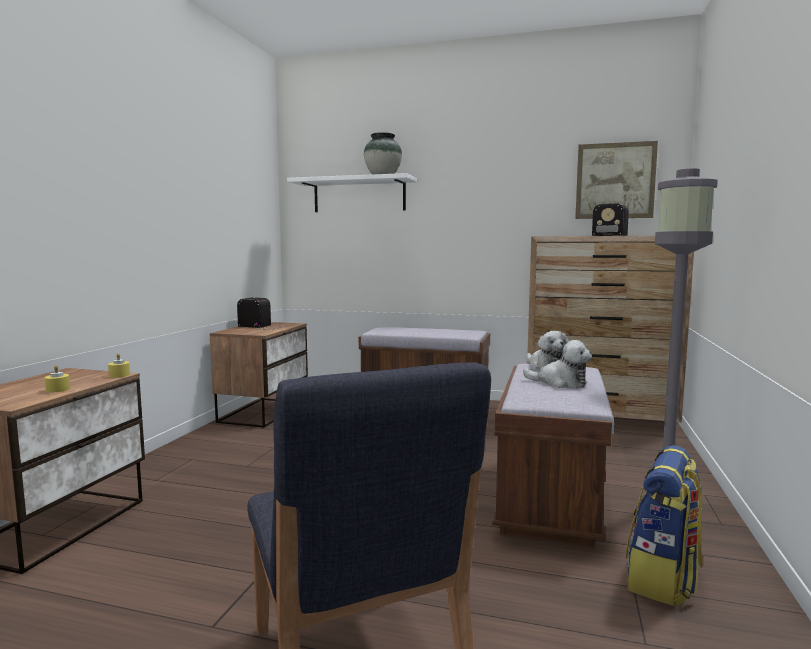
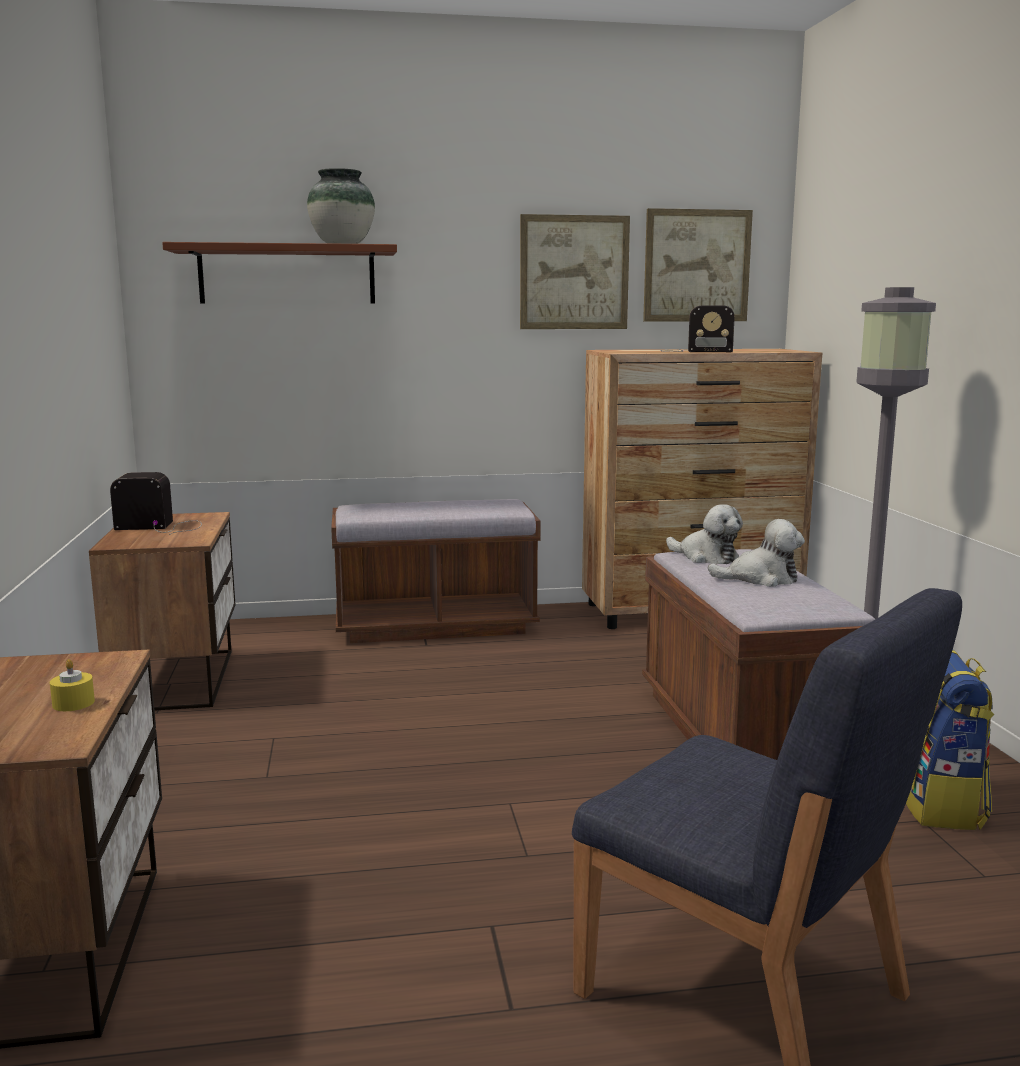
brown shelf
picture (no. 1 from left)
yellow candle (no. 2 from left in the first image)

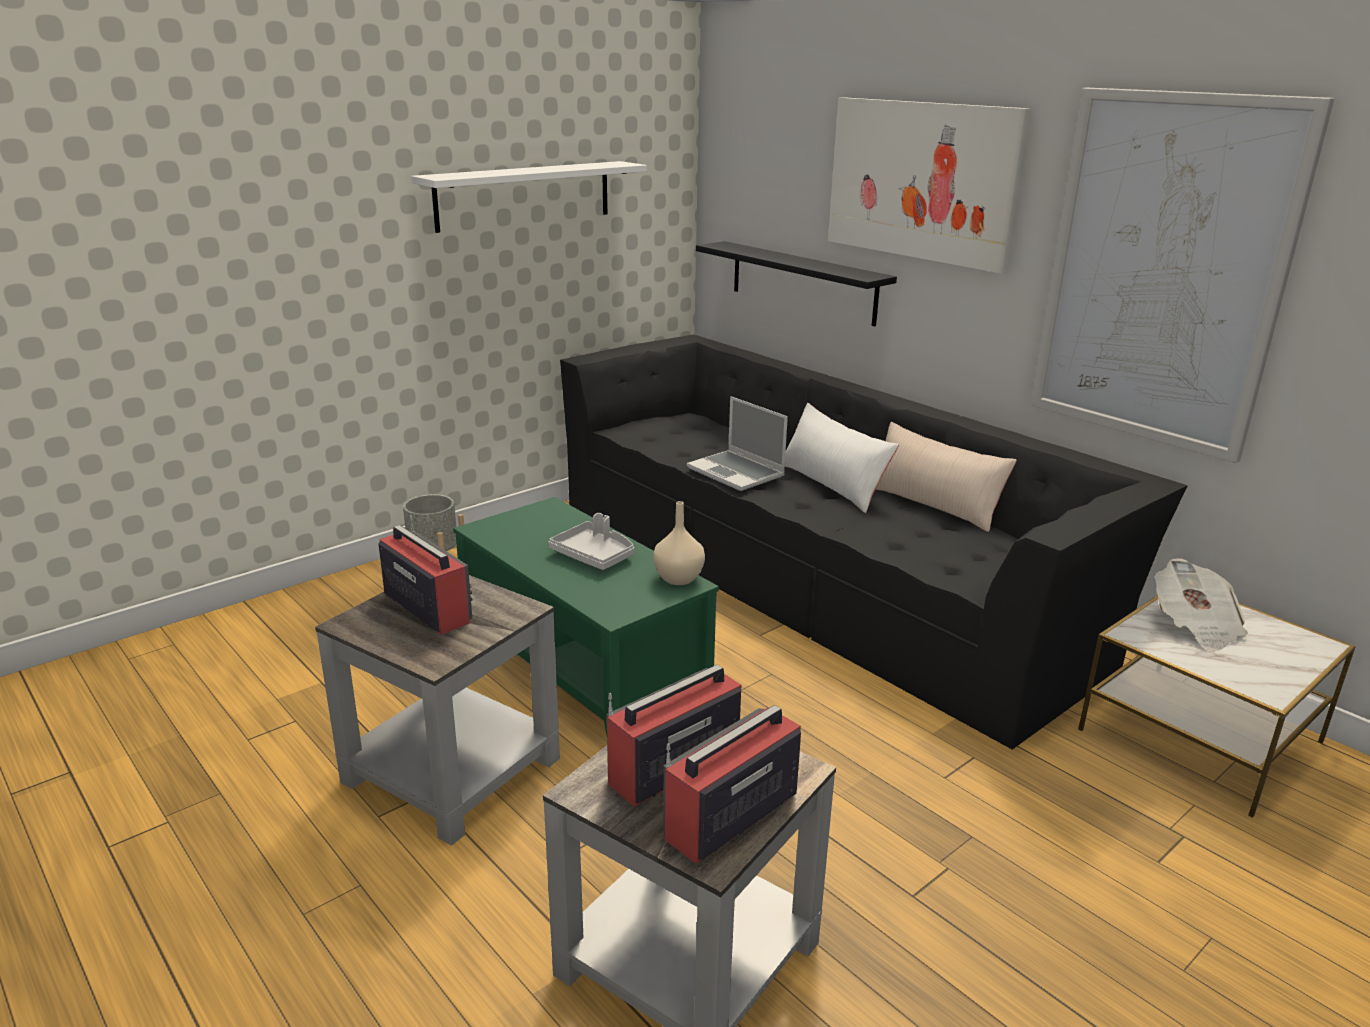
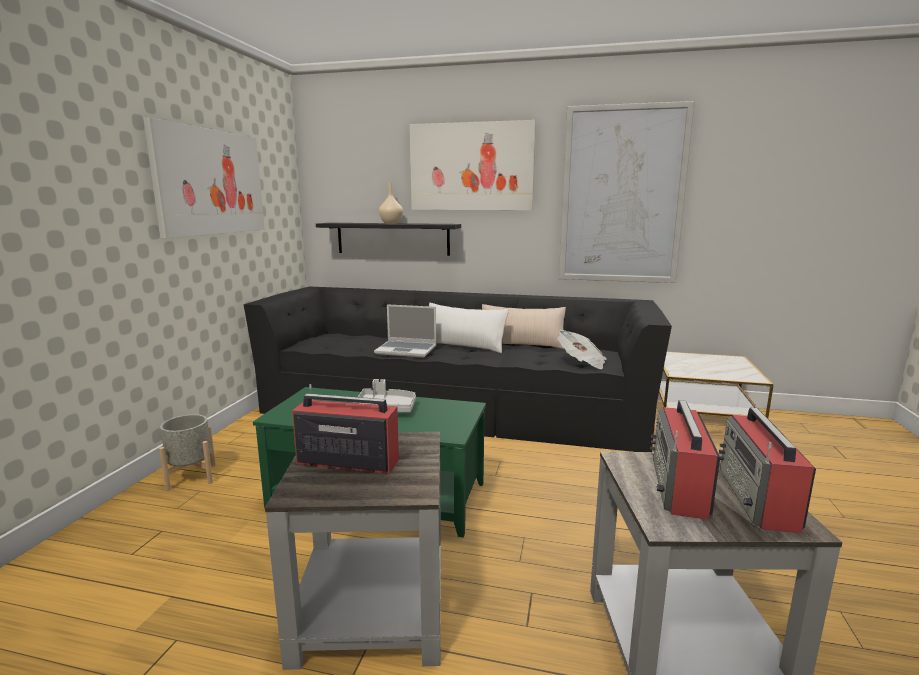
picture (no. 1 from left)
beige vase
newspaper

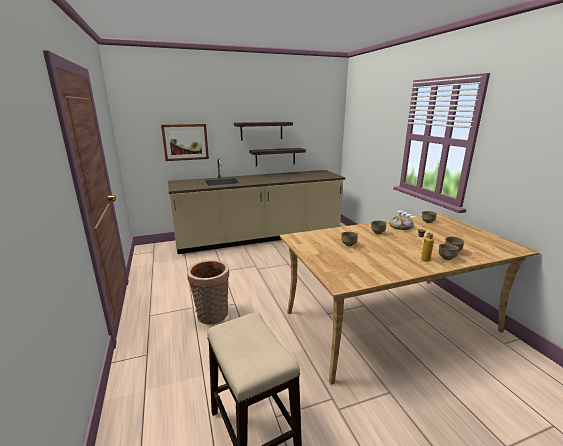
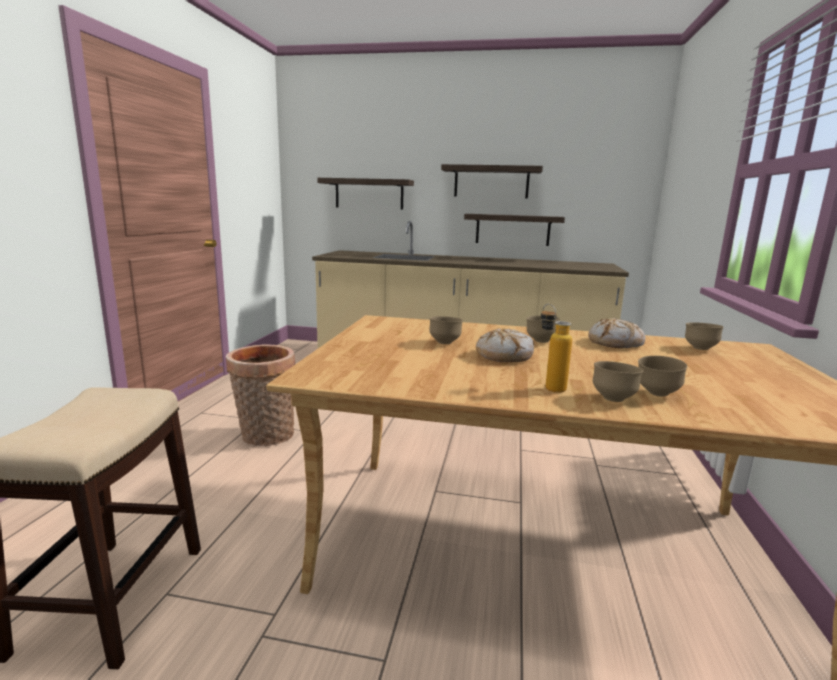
shelf (no. 1 from left)
bread (no. 1 from left)

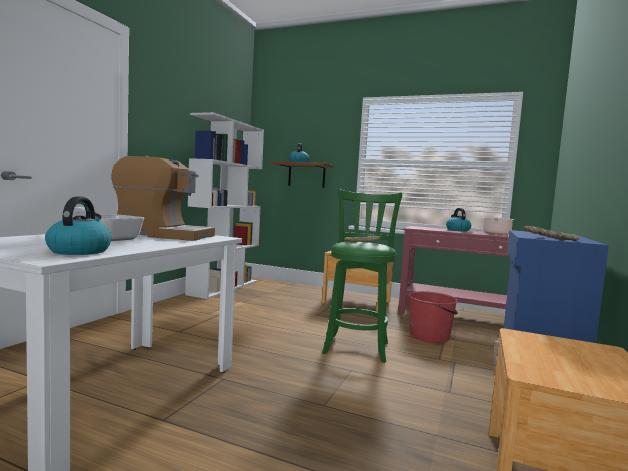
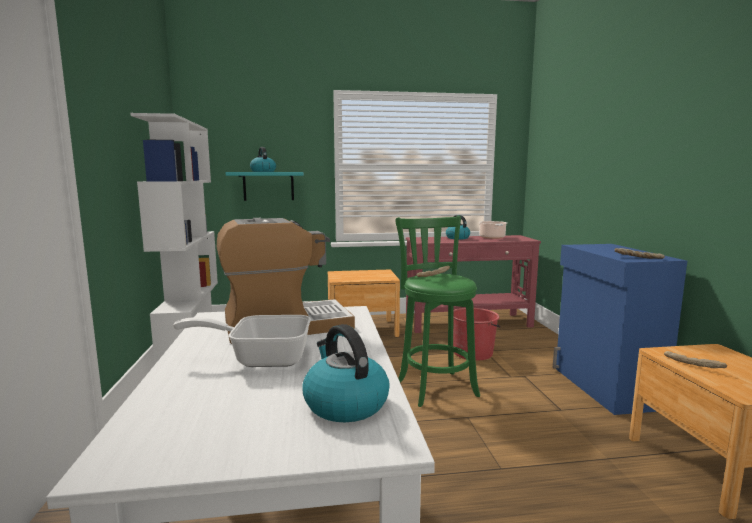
turquoise shelf
bread (no. 3 from left)

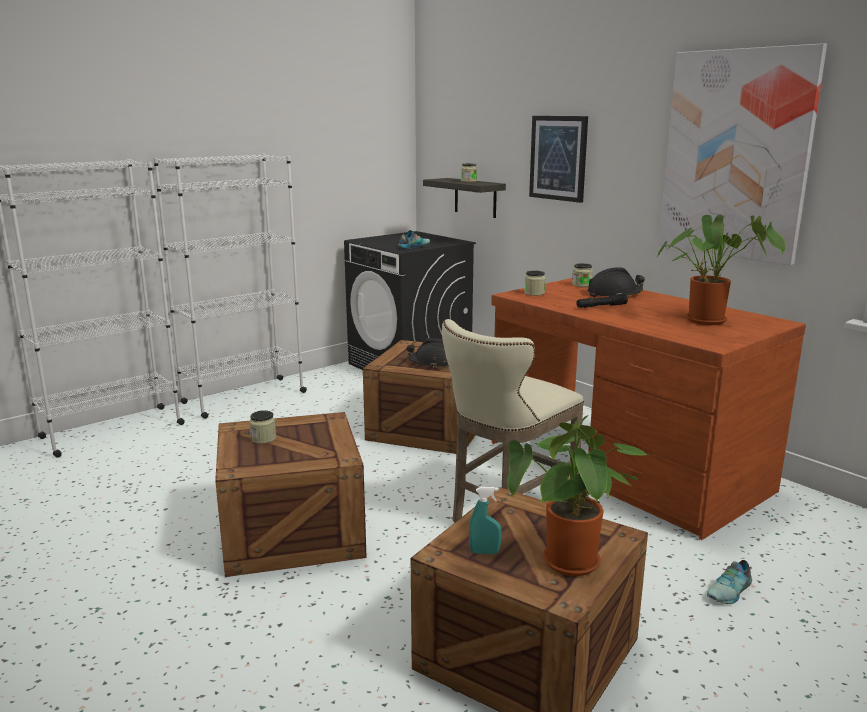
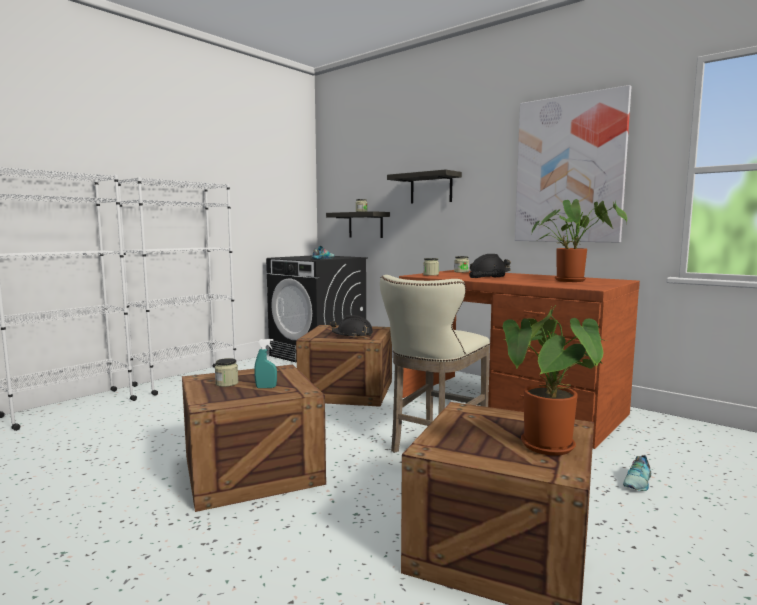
turquoise spray bottle
shelf (no. 2 from left)

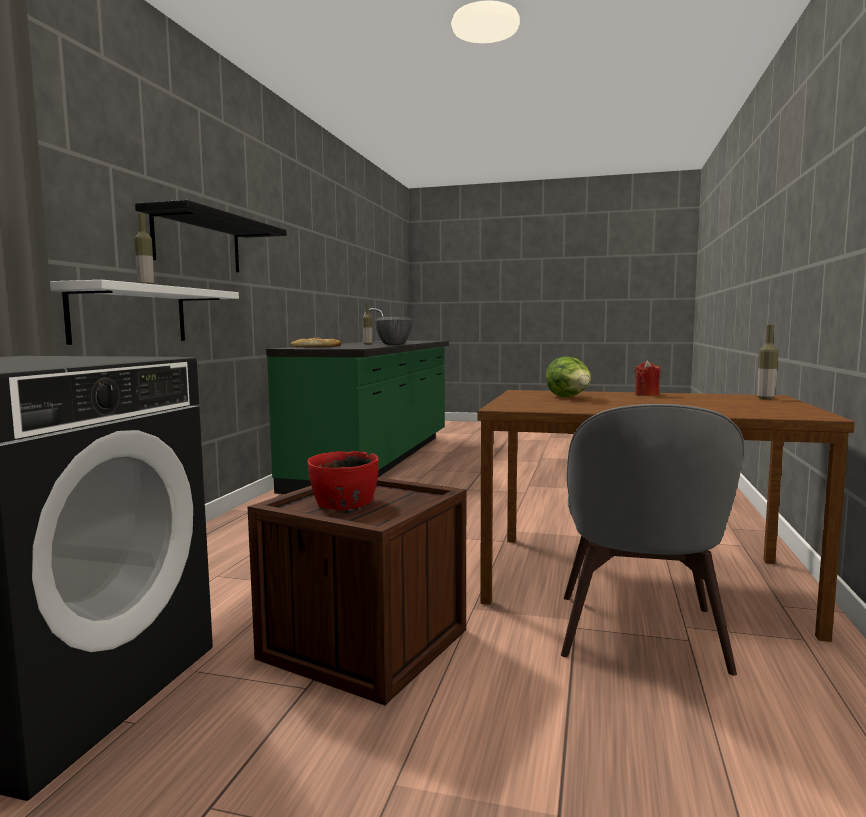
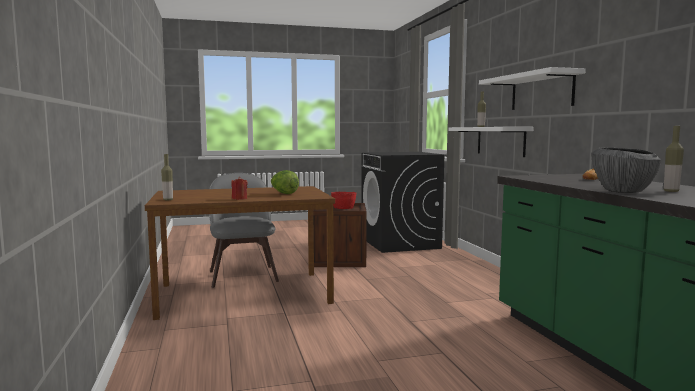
white shelf (no. 2 from left)

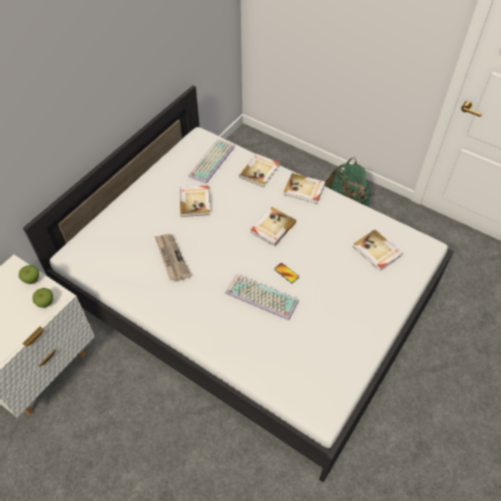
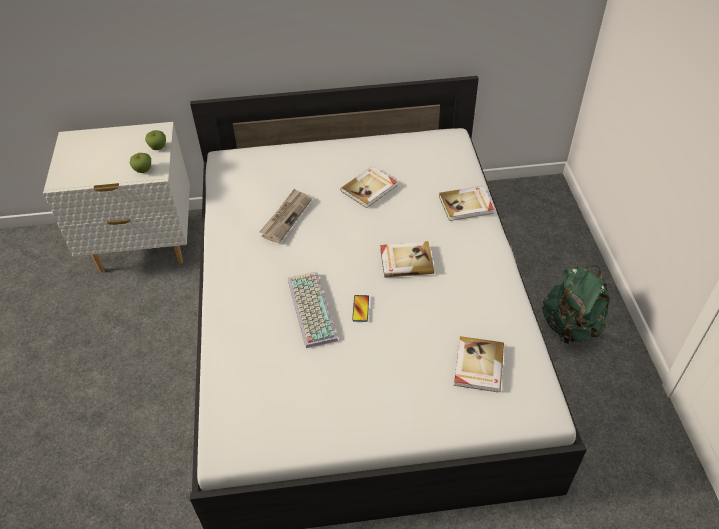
keyboard (no. 1 from left in the first image)
book (no. 4 from left in the first image)

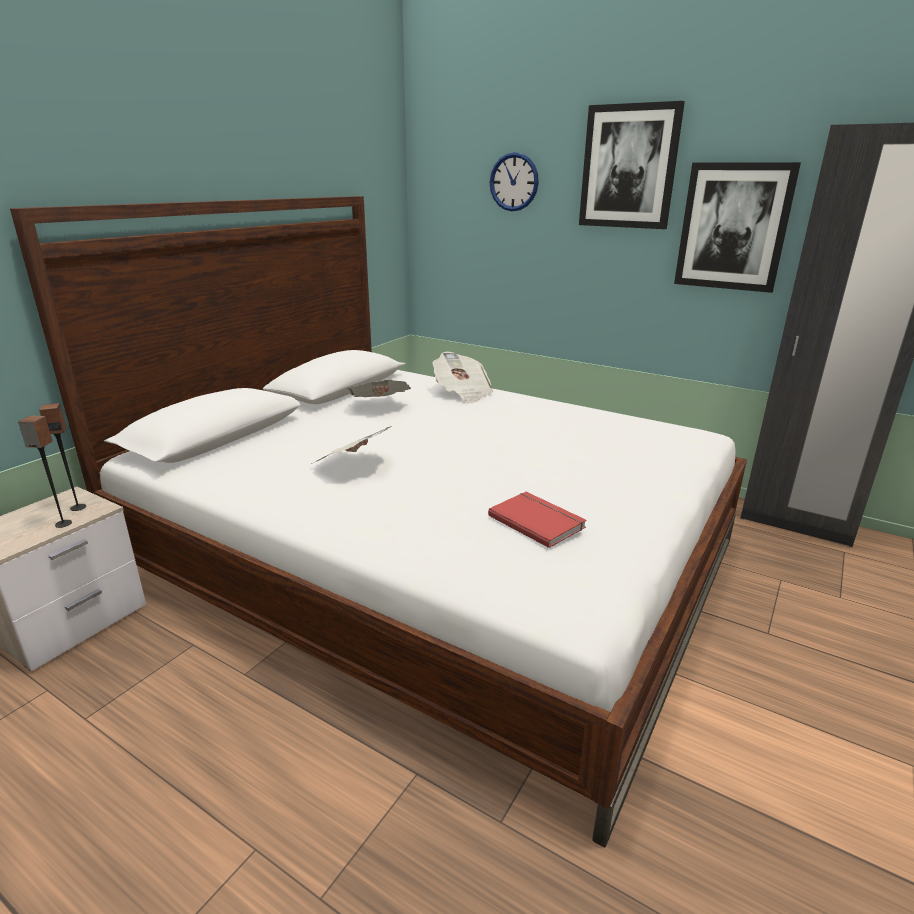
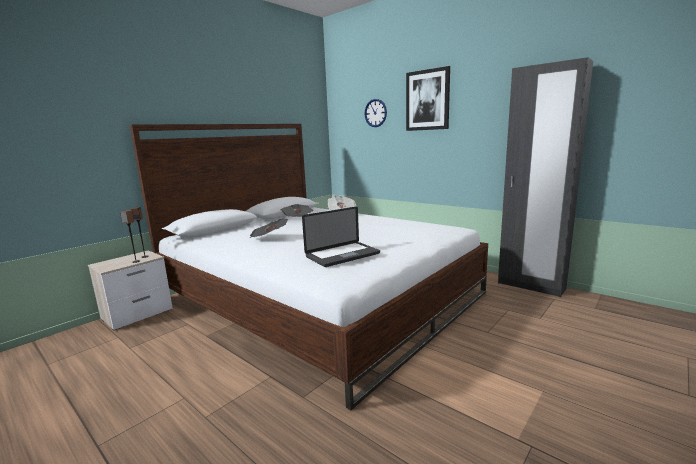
laptop
picture (no. 2 from left in the first image)

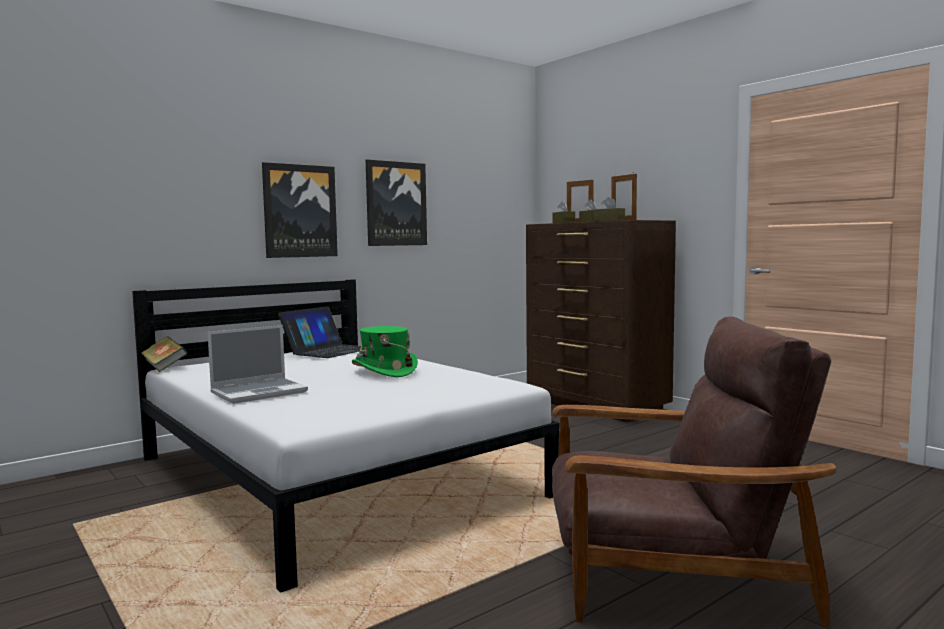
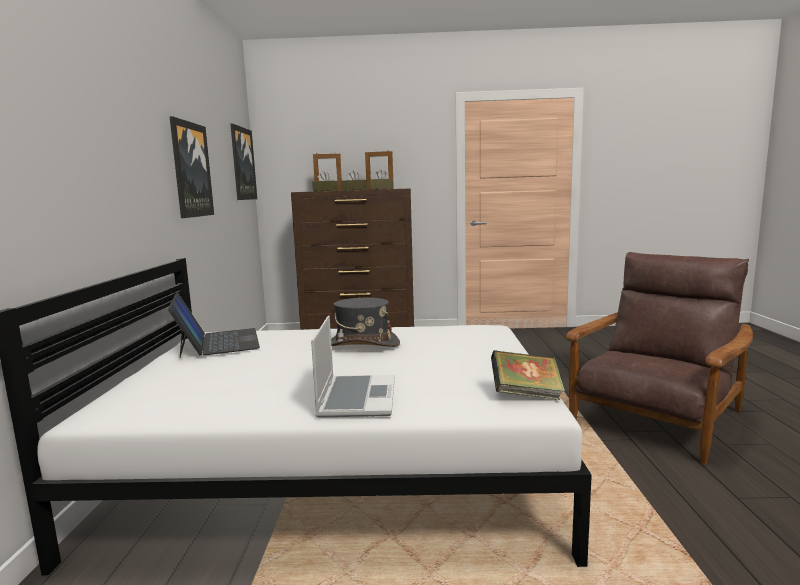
picture (no. 2 from left)
grey hat
book

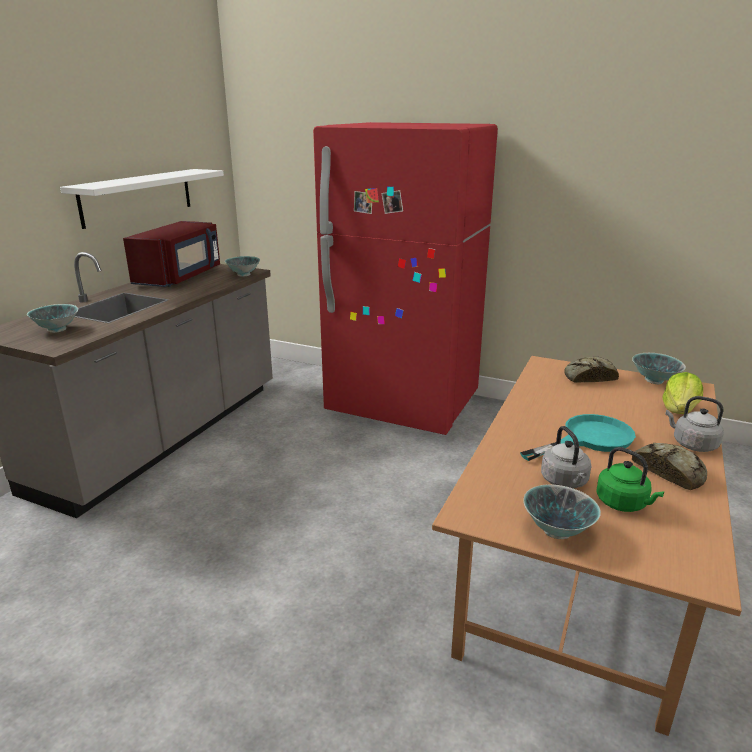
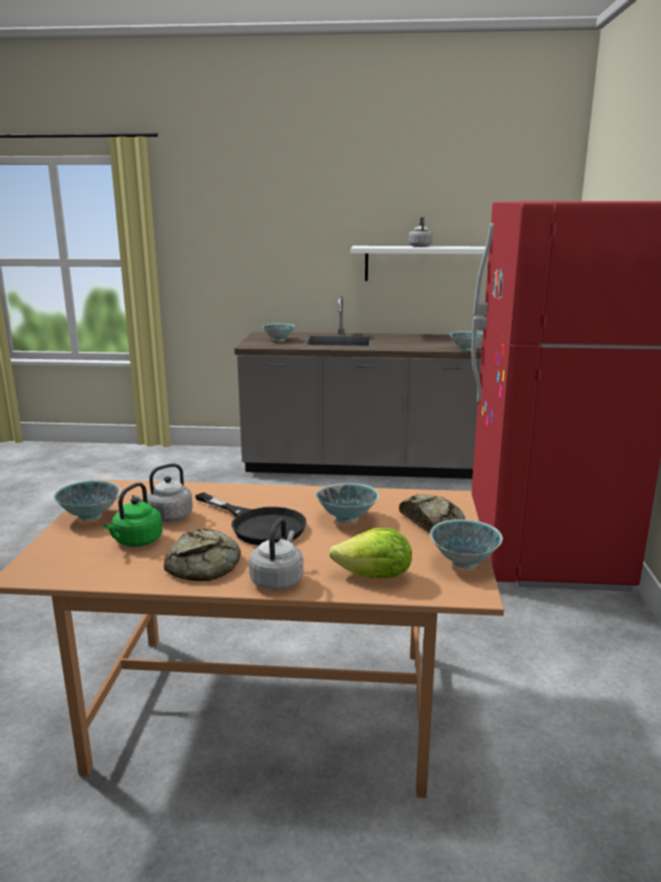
black frying pan
bowl (no. 3 from left)
grey kettle (no. 3 from left)
red microwave

